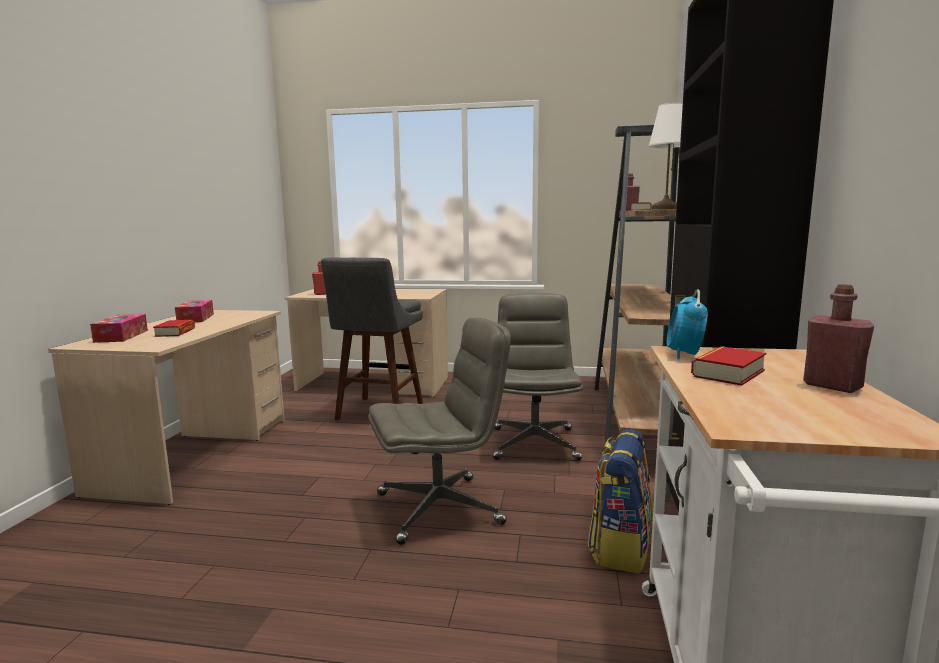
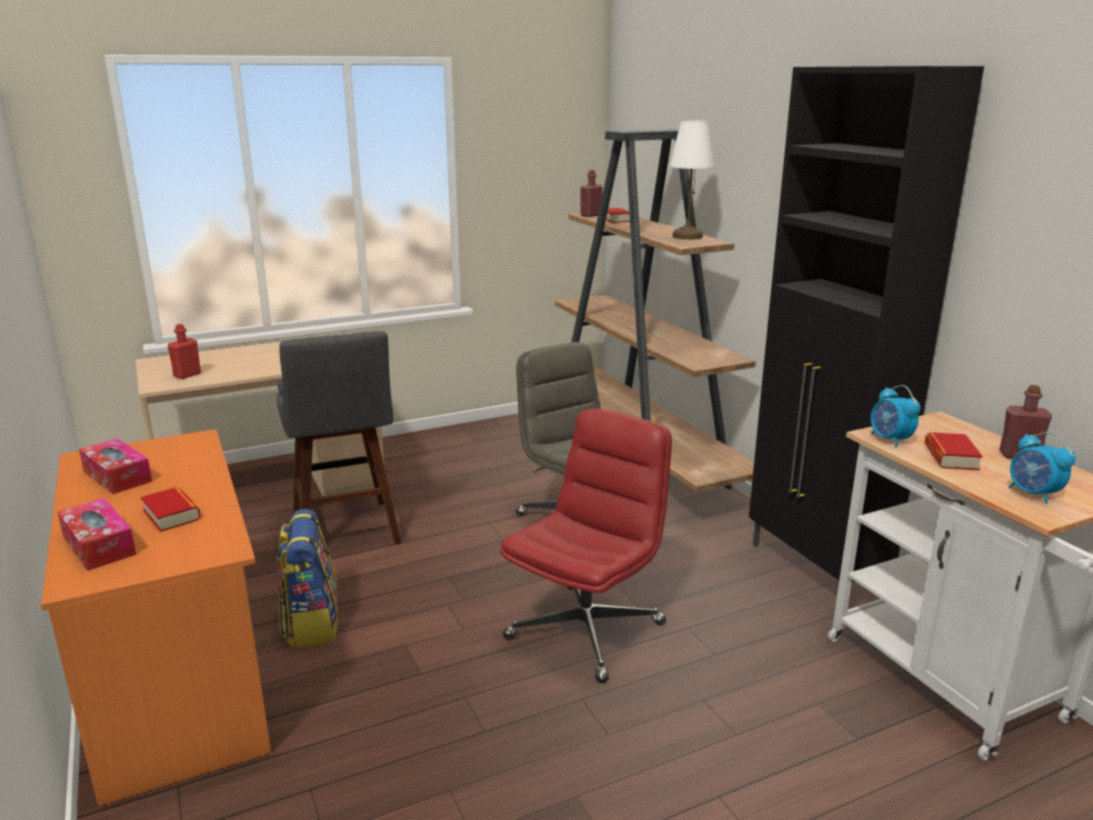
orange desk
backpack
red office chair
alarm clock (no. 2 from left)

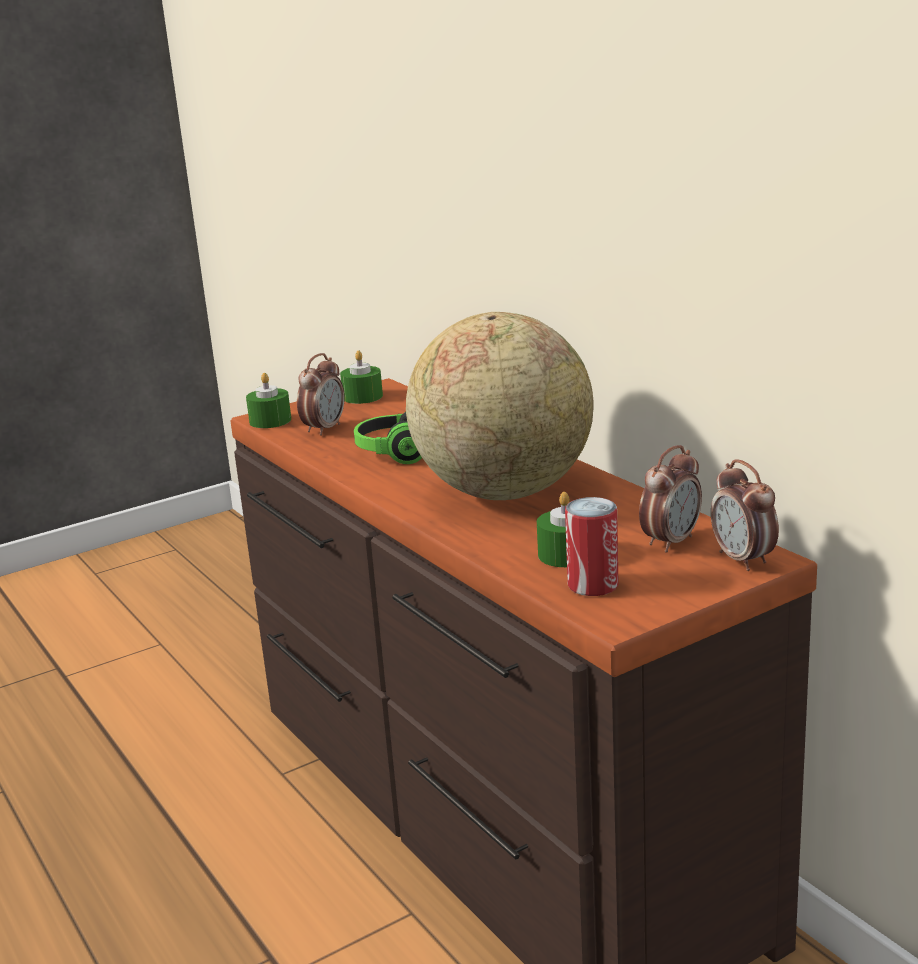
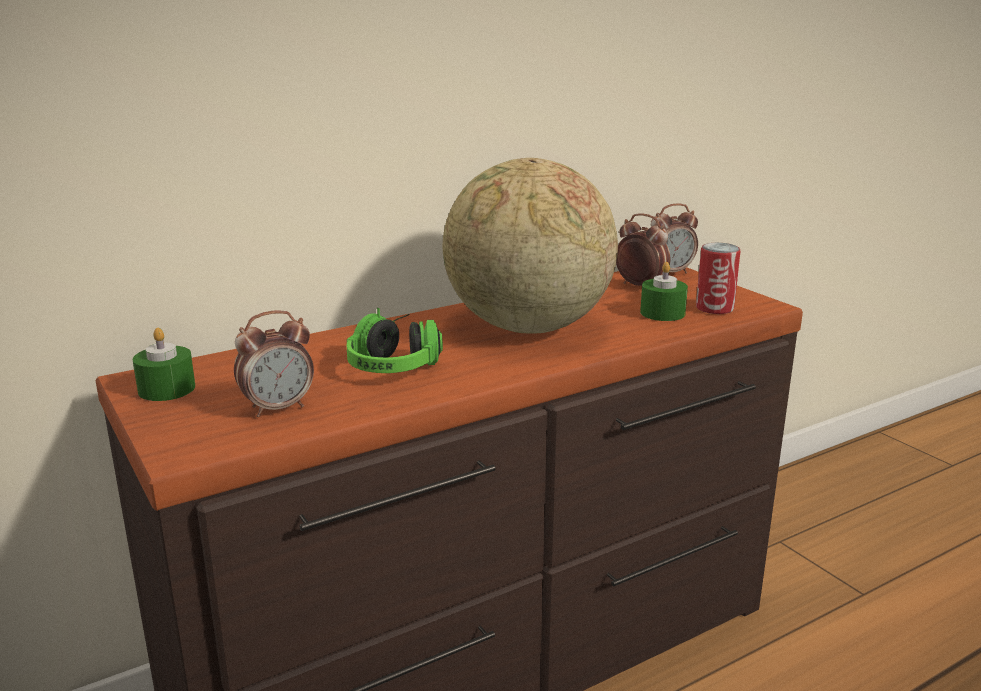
alarm clock (no. 1 from left)
green candle (no. 1 from left in the first image)

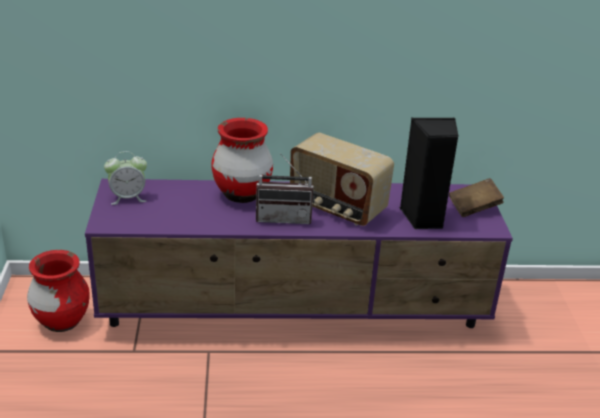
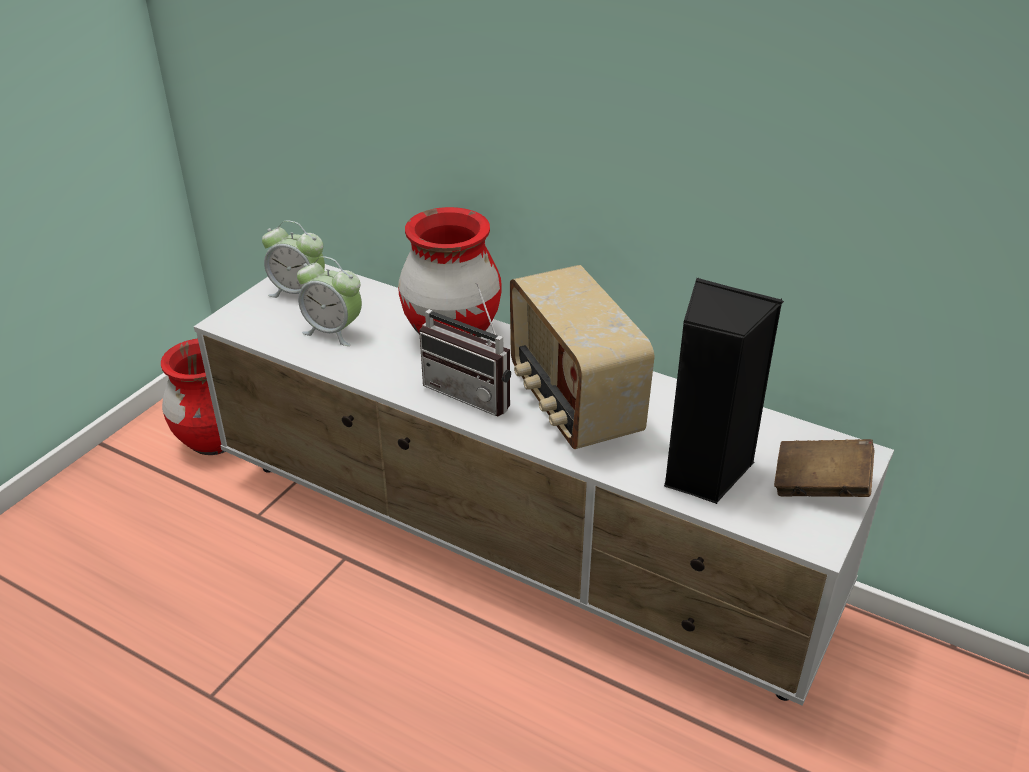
white tv stand
alarm clock (no. 2 from left)

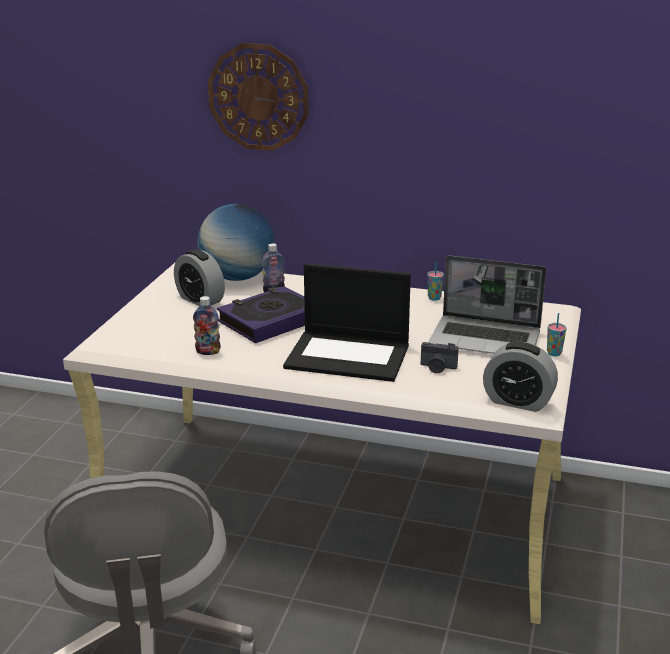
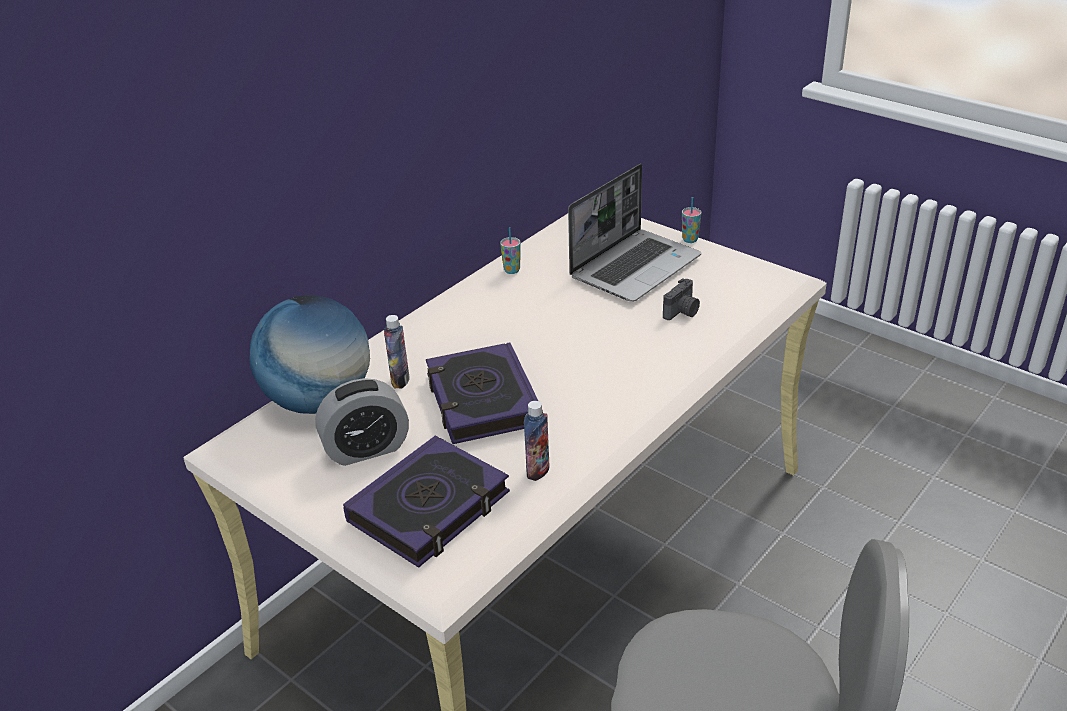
book (no. 1 from left)
wall clock
laptop (no. 1 from left in the first image)
alarm clock (no. 2 from left in the first image)

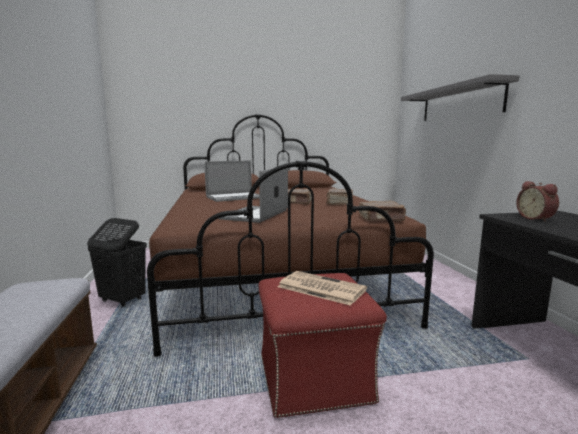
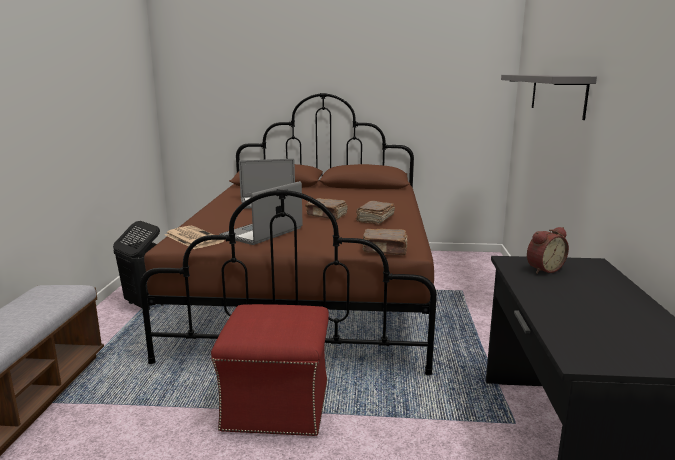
newspaper
alarm clock

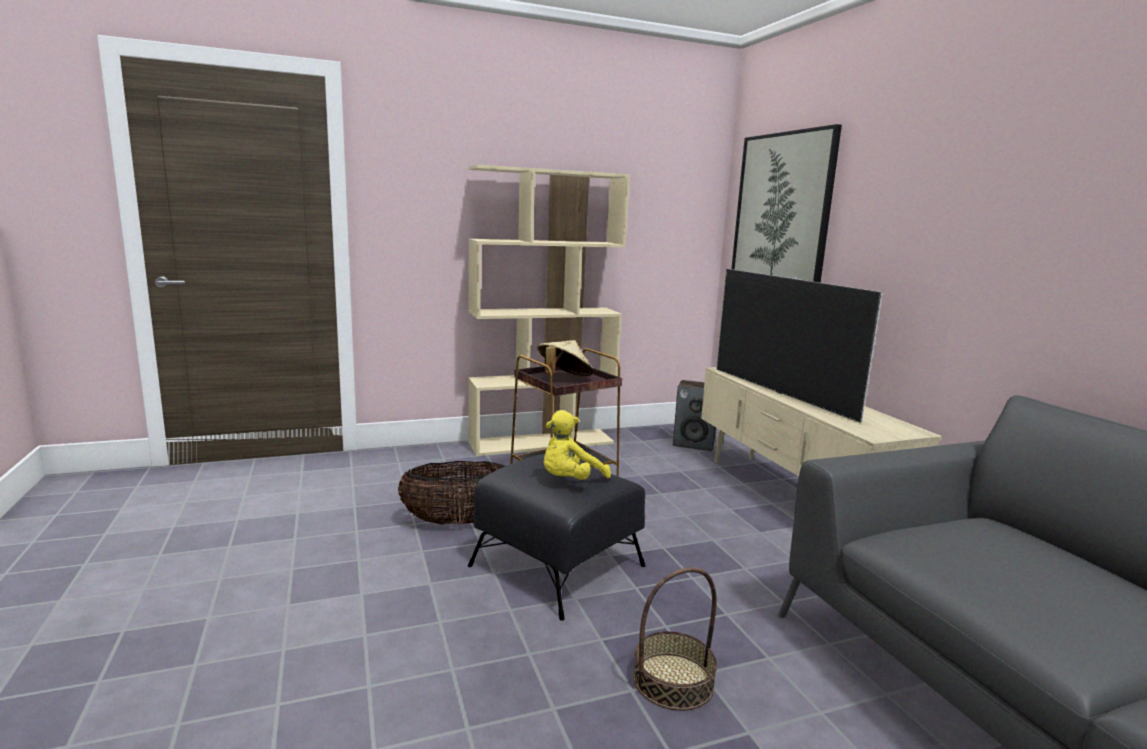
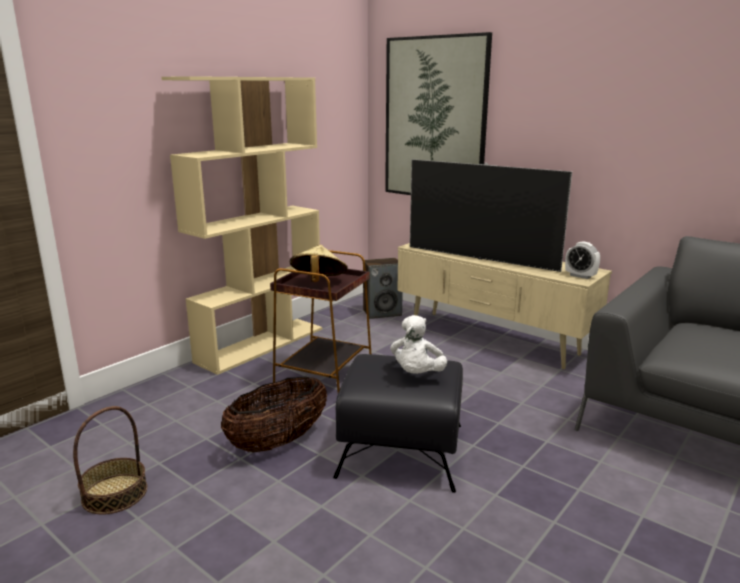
basket (no. 1 from left)
white plush toy
alarm clock

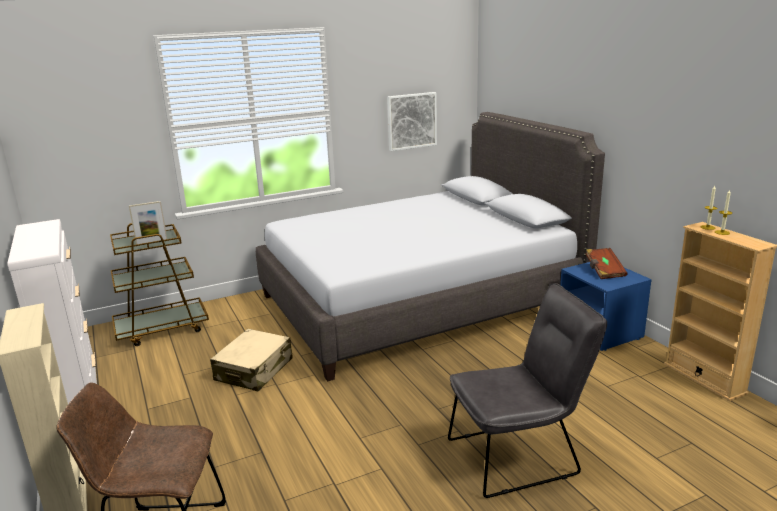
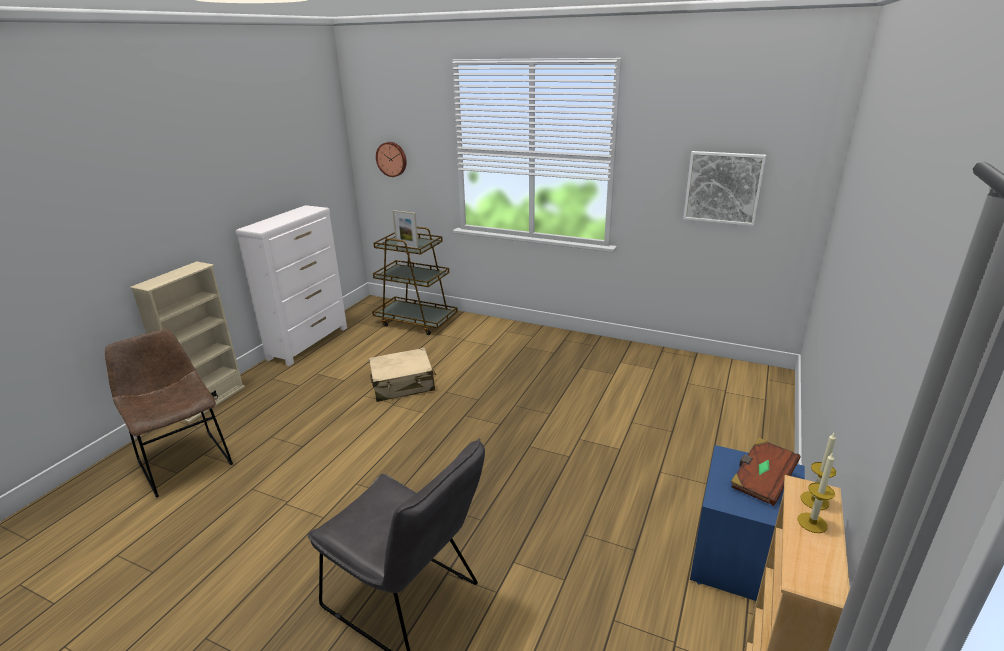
wall clock
grey bed

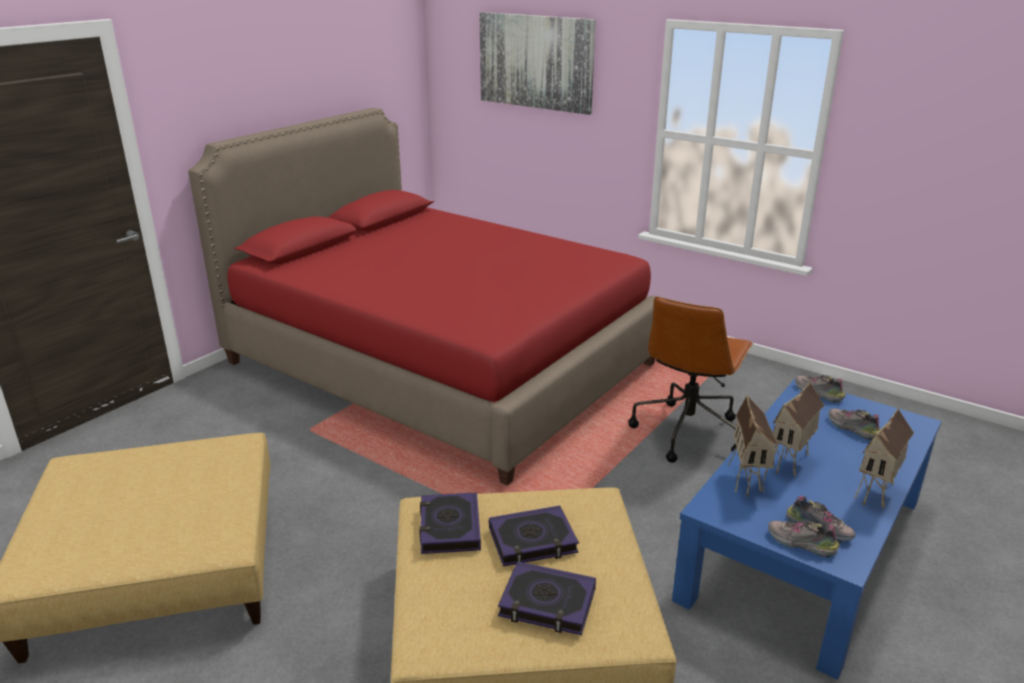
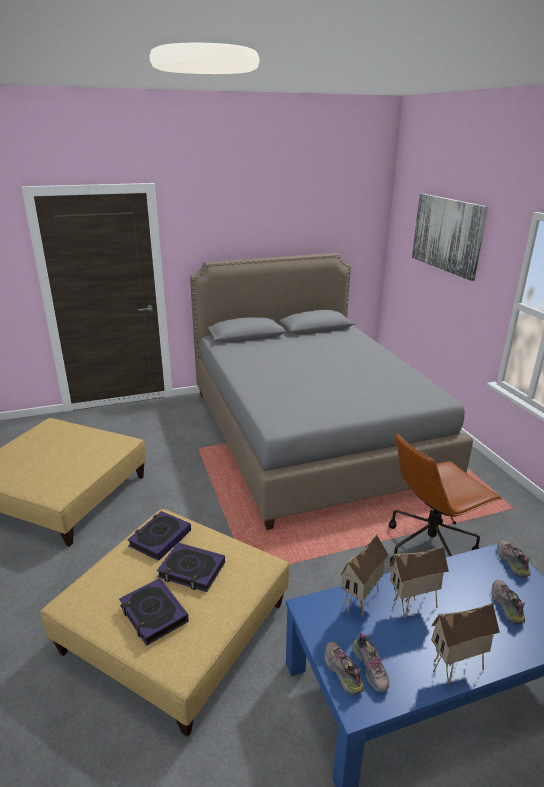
grey bed

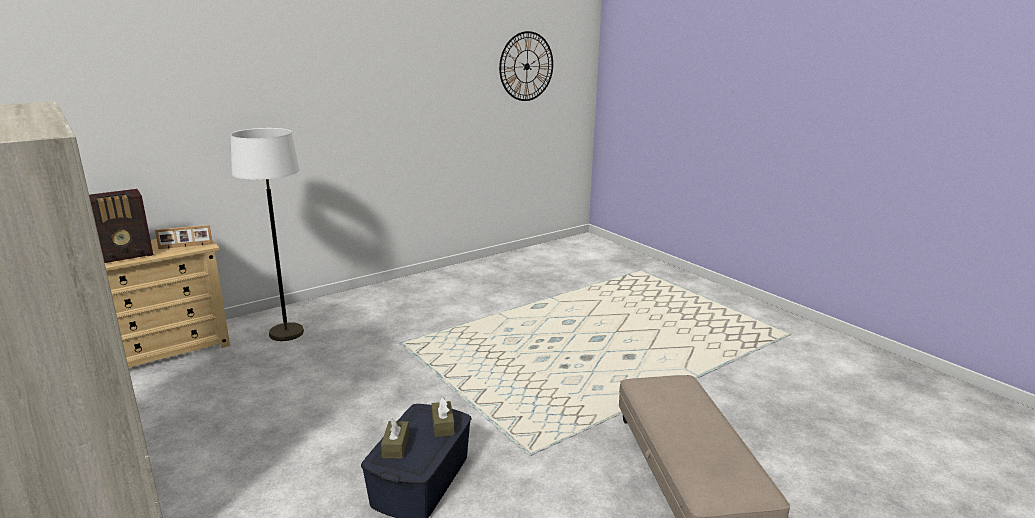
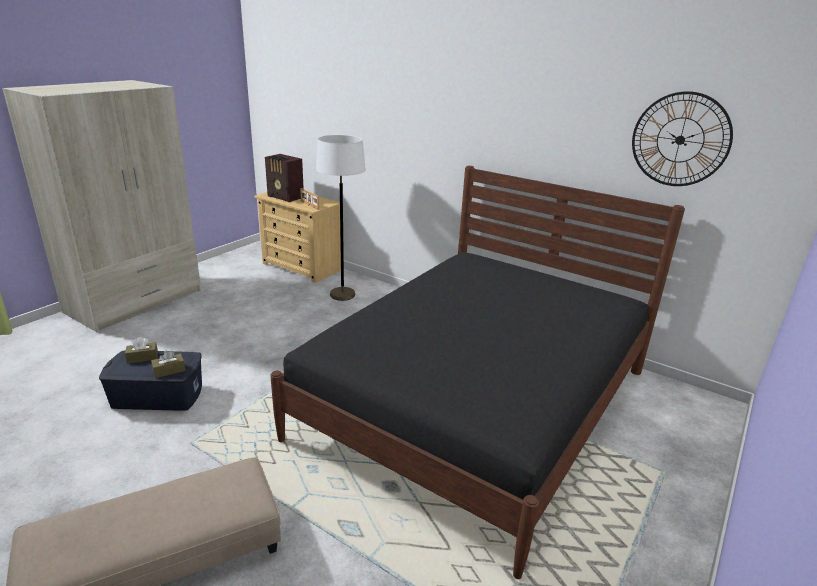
black bed

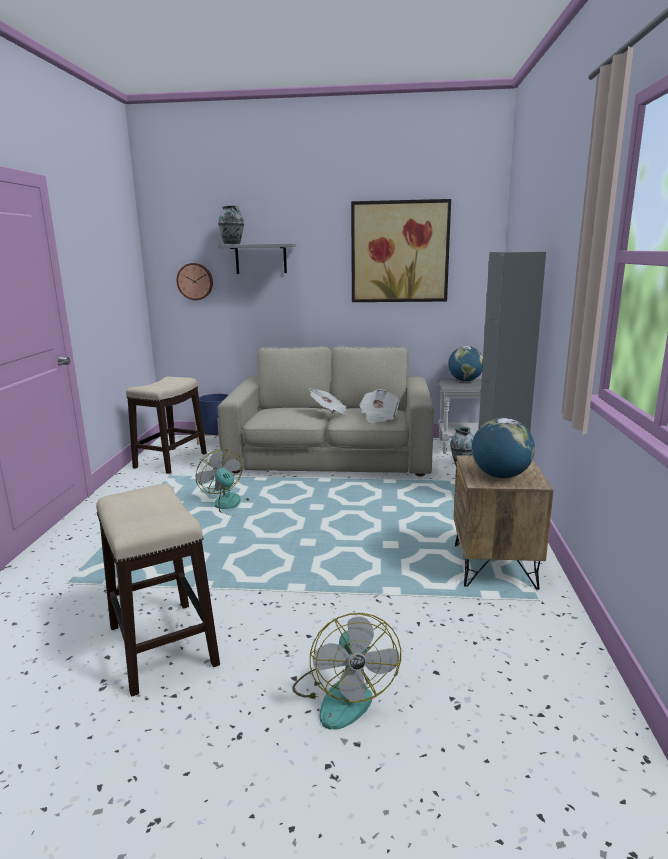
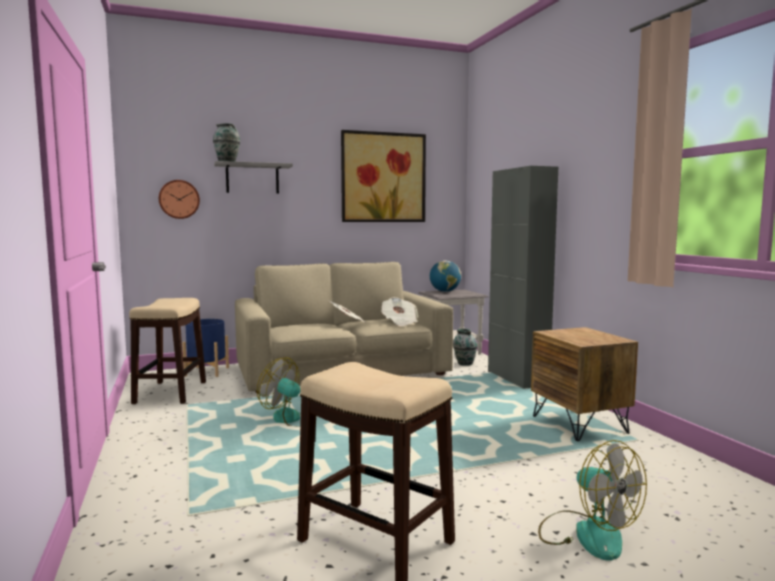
globe (no. 2 from left in the first image)

